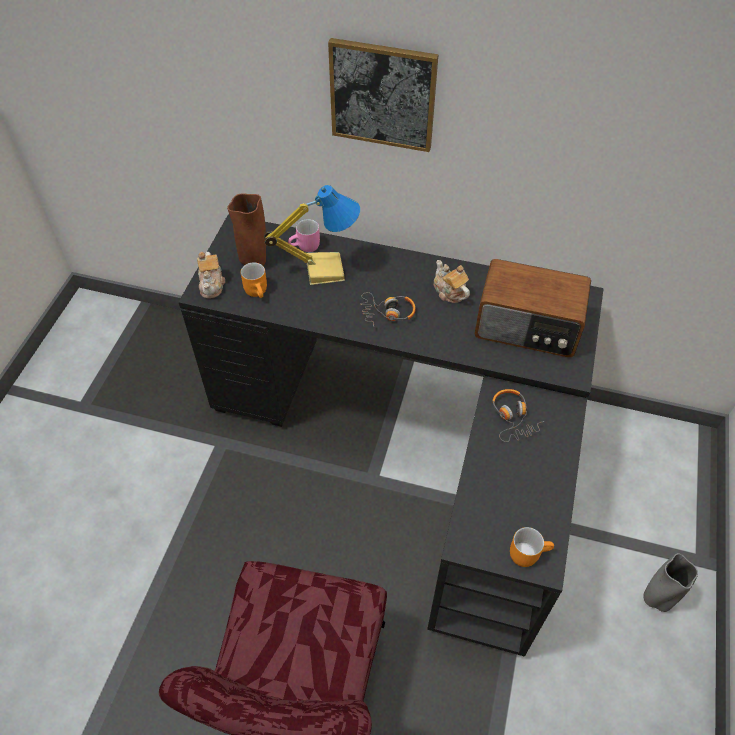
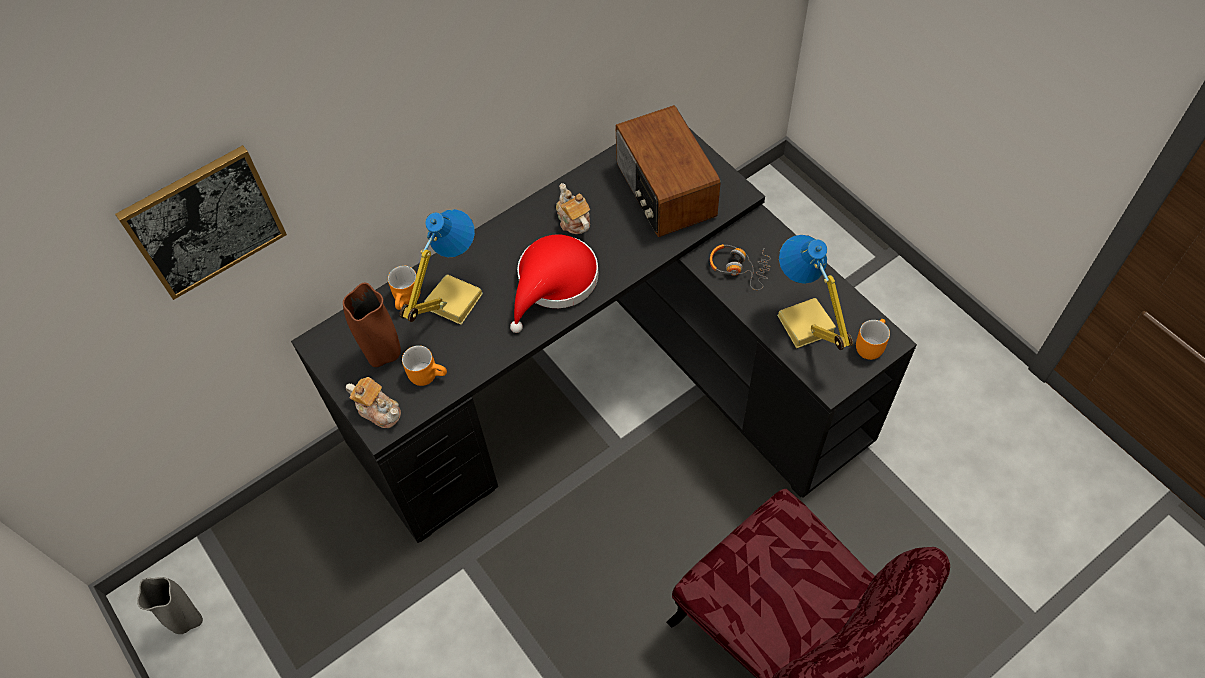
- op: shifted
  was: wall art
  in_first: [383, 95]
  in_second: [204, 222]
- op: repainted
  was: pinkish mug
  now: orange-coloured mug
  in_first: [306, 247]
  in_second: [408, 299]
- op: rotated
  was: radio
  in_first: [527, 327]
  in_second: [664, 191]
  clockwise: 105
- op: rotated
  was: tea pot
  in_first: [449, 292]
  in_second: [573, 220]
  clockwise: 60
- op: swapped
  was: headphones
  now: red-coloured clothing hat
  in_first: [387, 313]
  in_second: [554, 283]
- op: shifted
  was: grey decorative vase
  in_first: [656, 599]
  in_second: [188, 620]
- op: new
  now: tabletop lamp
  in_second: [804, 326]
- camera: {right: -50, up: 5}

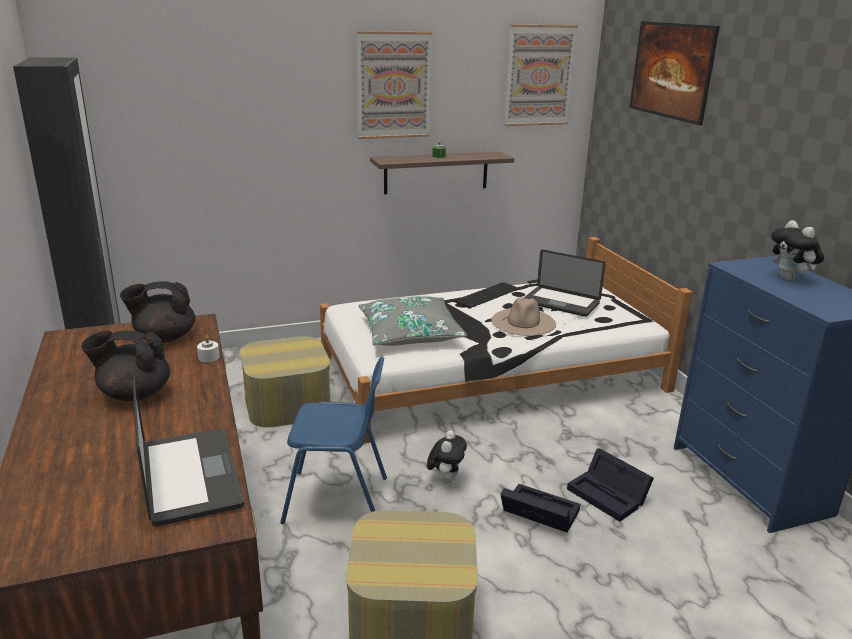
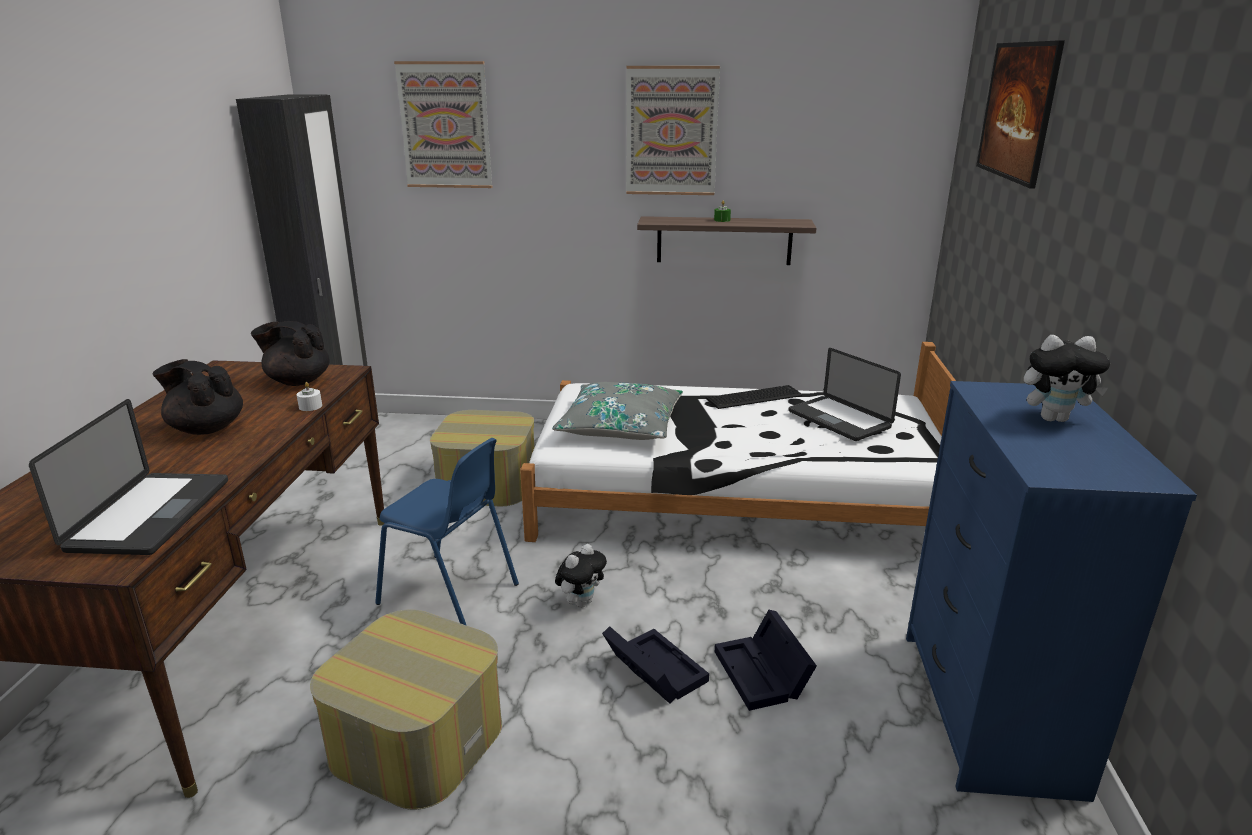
- op: shifted
  was: wall art
  in_first: [539, 76]
  in_second: [445, 125]
- op: rotated
  was: soft toy
  in_first: [790, 278]
  in_second: [1054, 418]
  clockwise: -90
- op: gone
  was: beige clothing hat
  in_first: [523, 322]
- camera: {right: 25, up: 0}

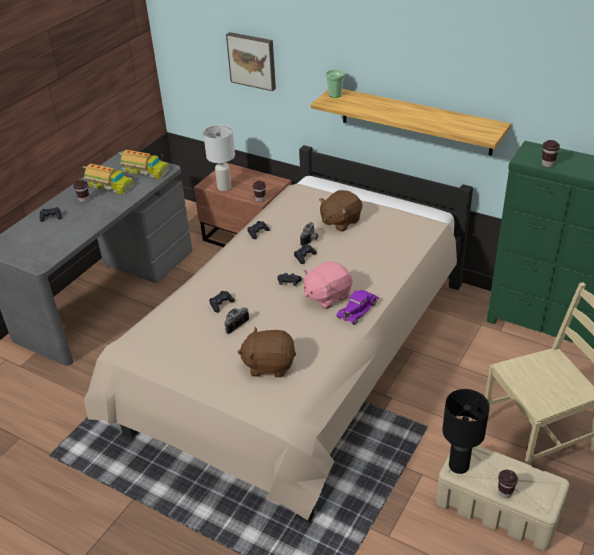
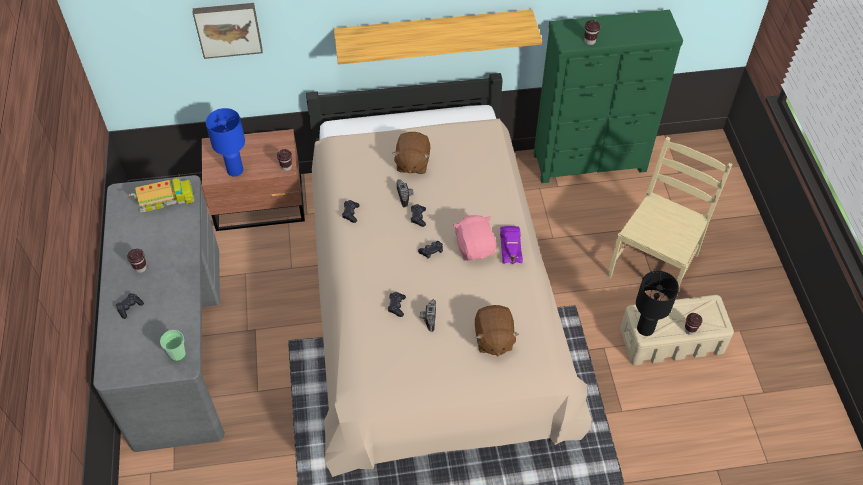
- op: shifted
  was: small cup
  in_first: [335, 95]
  in_second: [177, 354]
- op: repainted
  was: white-coloured tabletop lamp
  now: blue-coloured tabletop lamp
  in_first: [224, 187]
  in_second: [234, 170]
- op: gone
  was: toy truck
  in_first: [108, 186]
- op: rotated
  was: pinkish soft toy
  in_first: [327, 296]
  in_second: [475, 247]
  clockwise: 150
- op: rotated
  was: brown soft toy
  in_first: [269, 365]
  in_second: [493, 339]
  clockwise: -60
- camera: {right: -40, up: 15}

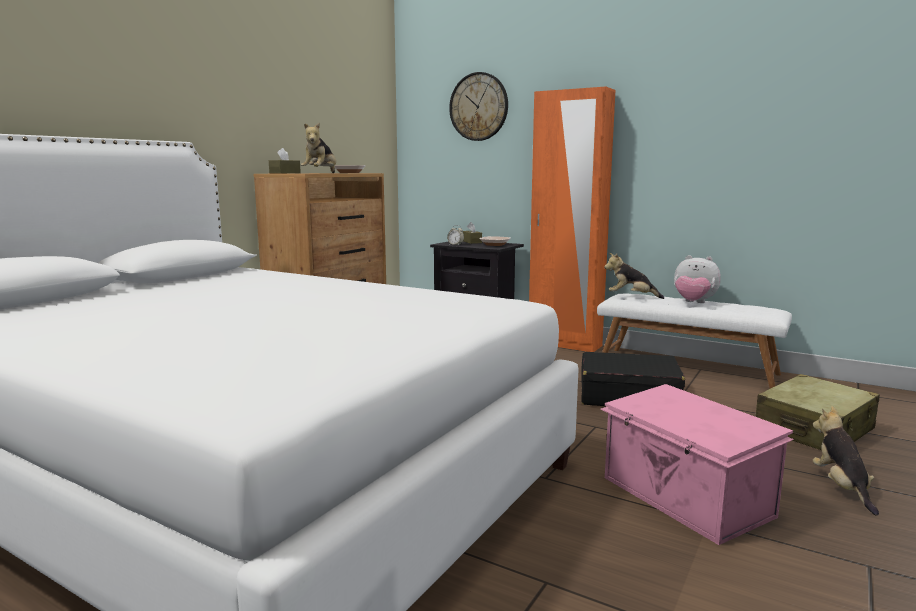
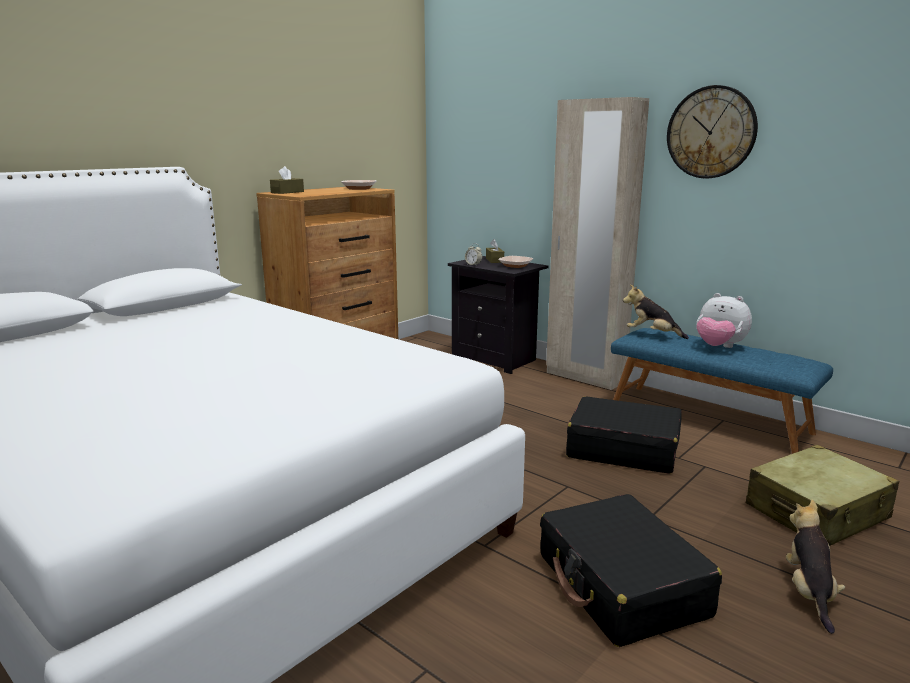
- op: shifted
  was: wall clock
  in_first: [479, 107]
  in_second: [711, 132]
- op: repainted
  was: orange-coloured armoire
  now: beige armoire
  in_first: [564, 344]
  in_second: [584, 377]
- op: gone
  was: soft toy
  in_first: [320, 173]
- op: repainted
  was: white-coloured bench
  now: blue-coloured bench
  in_first: [687, 367]
  in_second: [708, 417]
- op: swapped
  was: pinkish storage container
  now: blackish suitcase
  in_first: [685, 497]
  in_second: [621, 586]
- camera: {right: 10, up: 5}

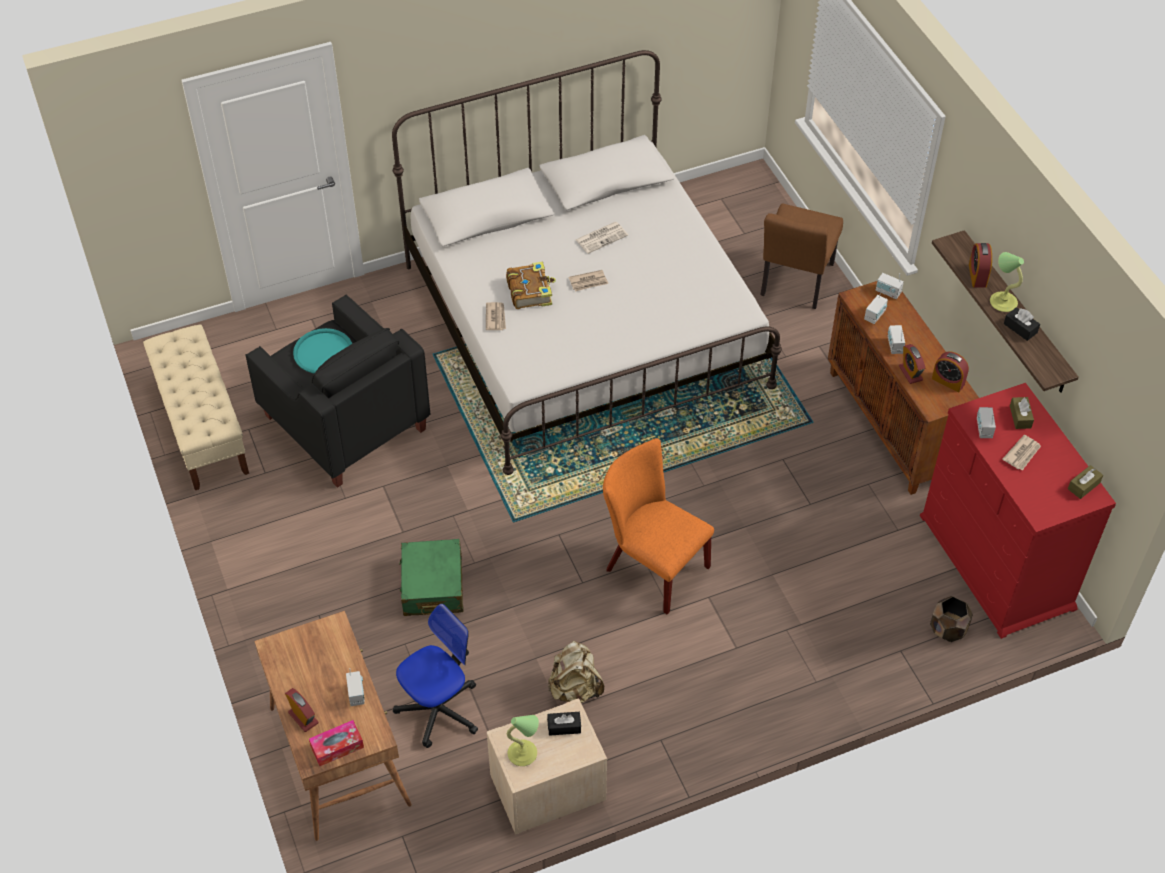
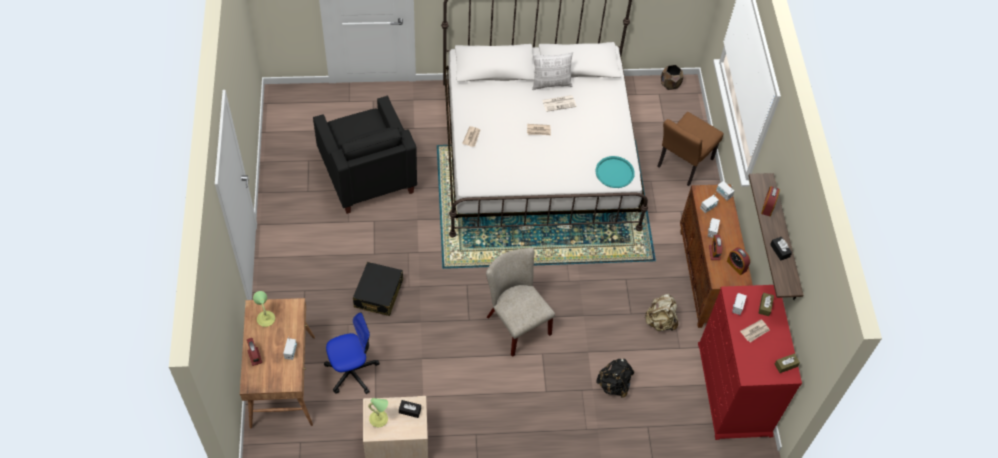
- op: shifted
  was: tabletop lamp
  in_first: [1002, 301]
  in_second: [266, 318]
- op: gone
  was: volume
  in_first: [530, 291]
- op: gone
  was: beige bench
  in_first: [202, 427]
- op: shifted
  was: turquoise-coloured tray
  in_first: [323, 352]
  in_second: [614, 172]
- op: repainted
  was: orange-coloured plain chair
  now: beige plain chair
  in_first: [651, 566]
  in_second: [515, 323]
- op: repainted
  was: green-coloured suitcase
  now: blackish suitcase
  in_first: [432, 586]
  in_second: [378, 294]
- op: shifted
  was: brown plant pot
  in_first: [948, 630]
  in_second: [670, 84]
- op: shifted
  was: beige knapsack
  in_first: [575, 688]
  in_second: [660, 321]
- op: gone
  was: tissue box
  in_first: [337, 747]
- op: new
  now: cushion
  in_second: [551, 84]
- op: new
  now: blackish knapsack
  in_second: [614, 385]
- camera: {right: 15, up: 5}

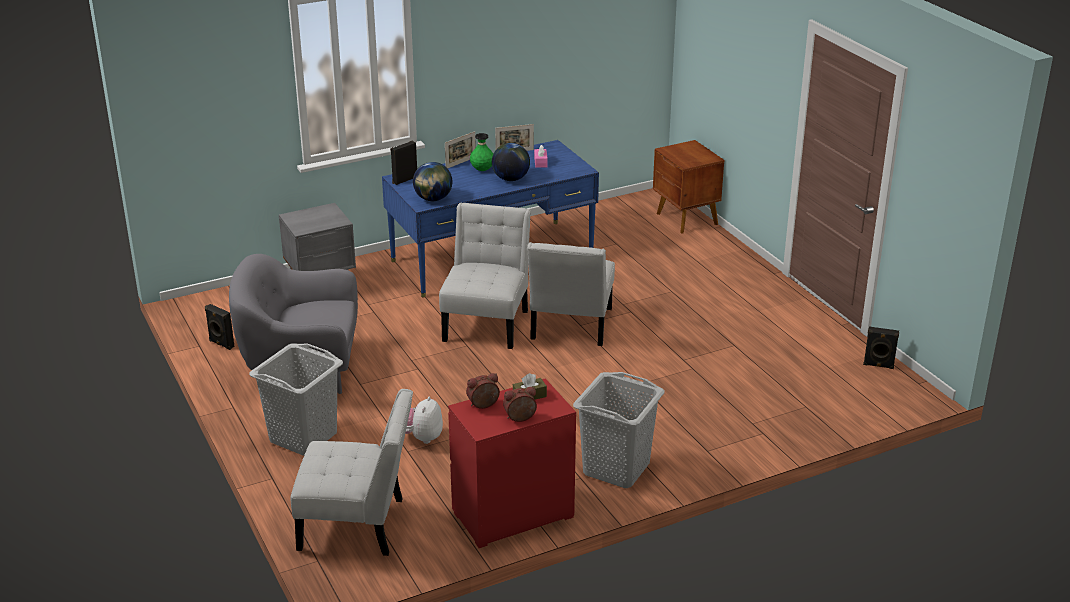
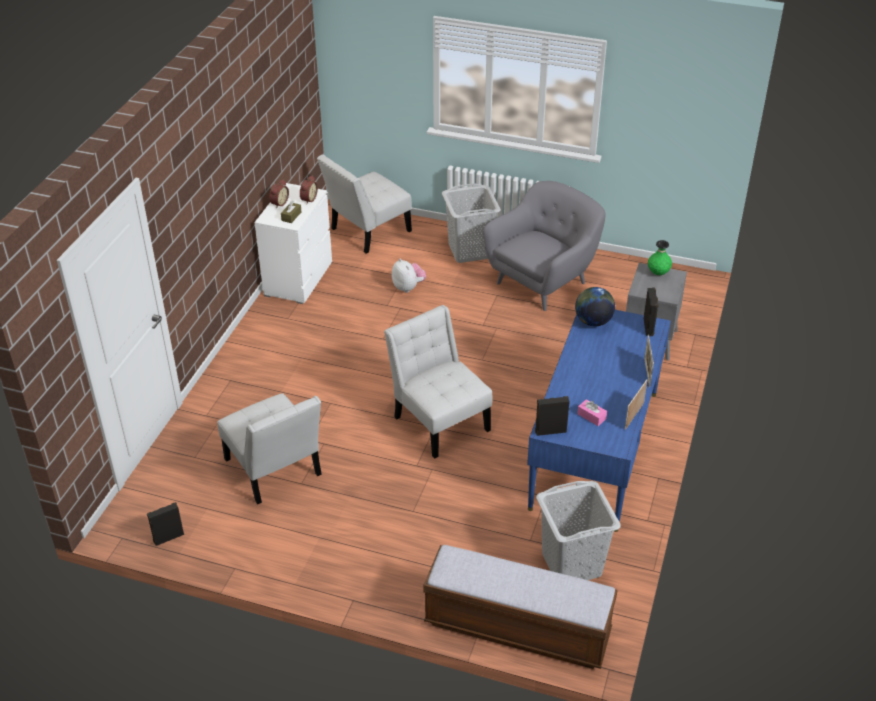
- op: shifted
  was: green-coloured decorative vase
  in_first: [482, 170]
  in_second: [658, 273]
- op: swapped
  was: brown night table
  now: bench
  in_first: [686, 219]
  in_second: [517, 628]
- op: gone
  was: globe
  in_first: [510, 179]
- op: shifted
  was: white-coloured plain chair
  in_first: [487, 323]
  in_second: [275, 471]
- op: shifted
  was: blackish loudspeaker
  in_first: [221, 344]
  in_second: [550, 430]
- op: shifted
  was: grey washing basket
  in_first: [615, 468]
  in_second: [572, 563]
- op: repainted
  was: red-coloured chest of drawers
  now: white-coloured chest of drawers
  in_first: [512, 514]
  in_second: [298, 279]
- camera: {right: 135, up: 10}

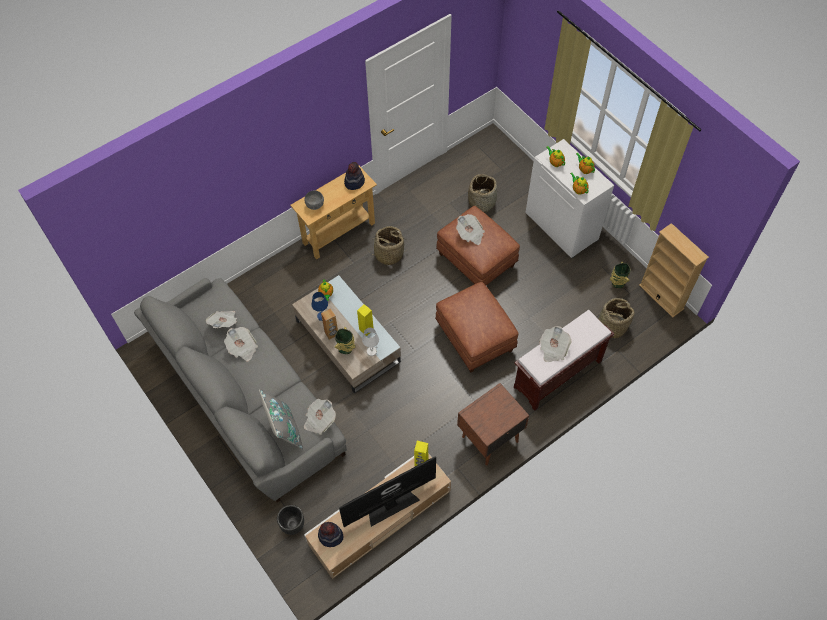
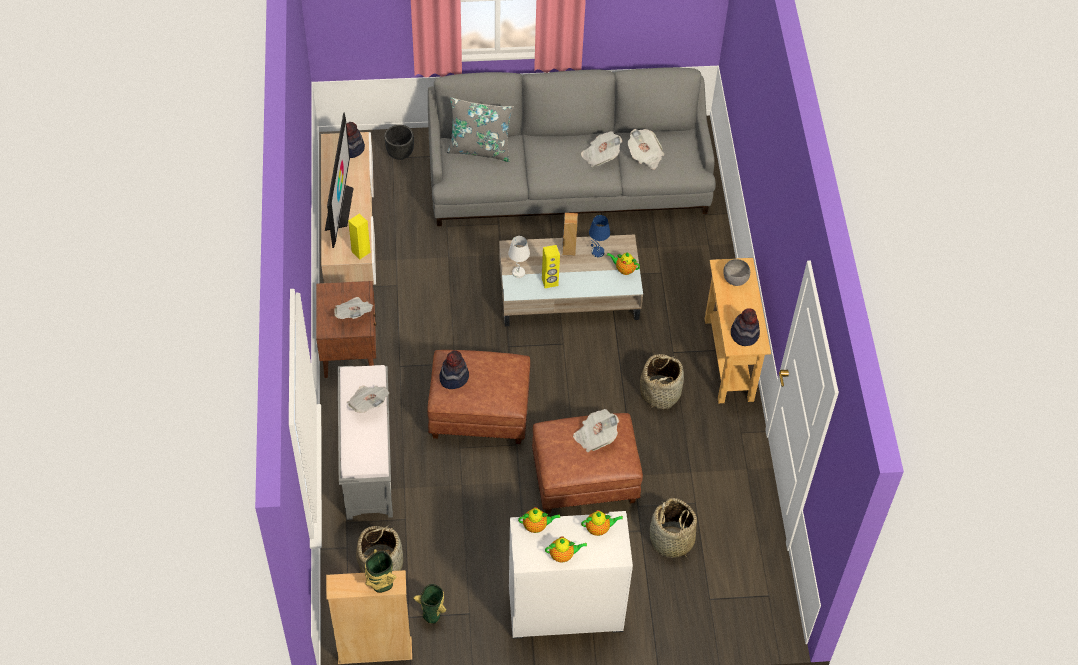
- op: repainted
  was: brown bench
  now: grey bench
  in_first: [557, 375]
  in_second: [367, 463]
- op: shifted
  was: decorative vase
  in_first: [346, 349]
  in_second: [381, 584]
- op: shifted
  was: daily paper
  in_first: [319, 420]
  in_second: [354, 314]
- op: new
  now: clothing hat
  in_second: [453, 377]
- camera: {right: 120, up: -5}

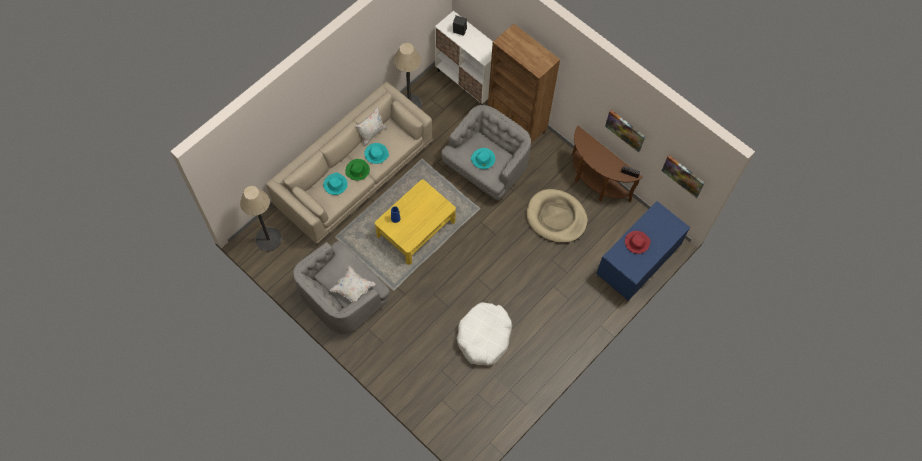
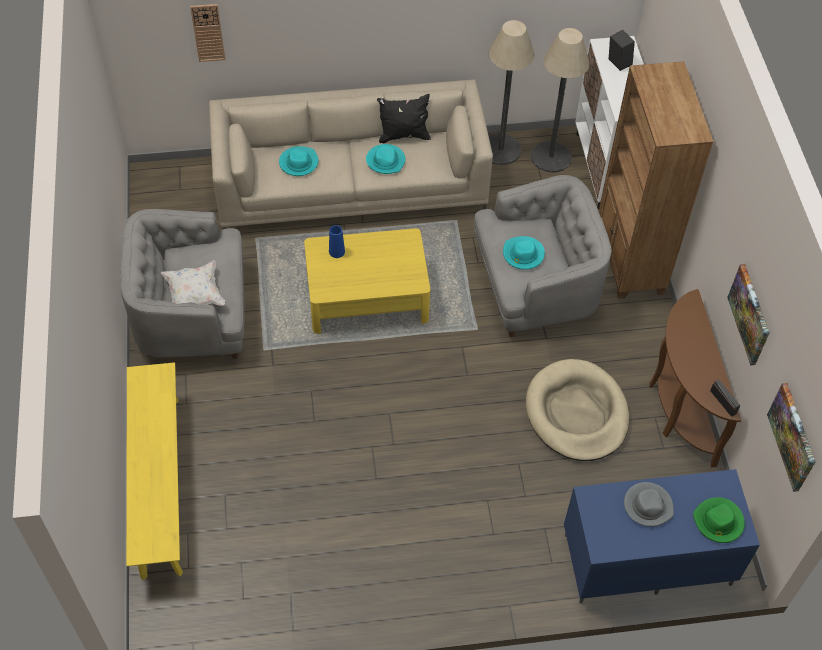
- op: repainted
  was: white-coloured cushion
  now: blackish cushion
  in_first: [372, 134]
  in_second: [403, 135]
- op: shifted
  was: green-coloured clothing hat
  in_first: [357, 170]
  in_second: [718, 522]
- op: shifted
  was: standing lamp
  in_first: [268, 239]
  in_second: [551, 157]
- op: repainted
  was: red-coloured clothing hat
  now: grey clothing hat
  in_first: [636, 242]
  in_second: [648, 505]
- op: gone
  was: white-coloured dog bed
  in_first: [484, 337]
- op: new
  now: wall clock
  in_second: [208, 32]
- op: new
  now: yellow-coloured bench
  in_second: [160, 485]
- camera: {right: 40, up: -10}

